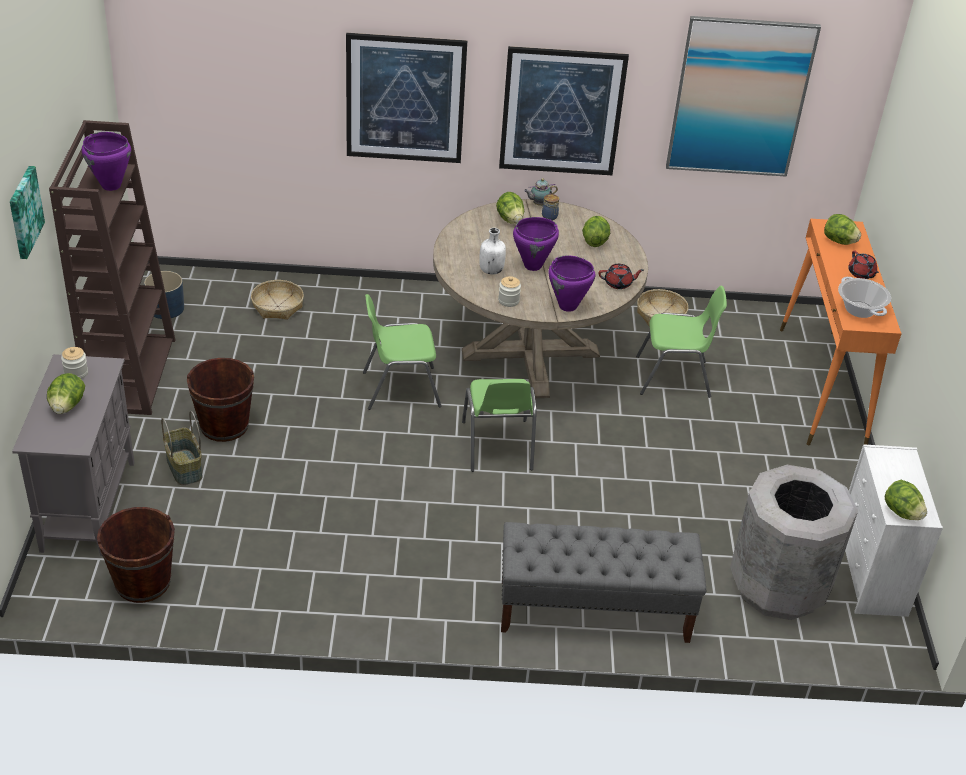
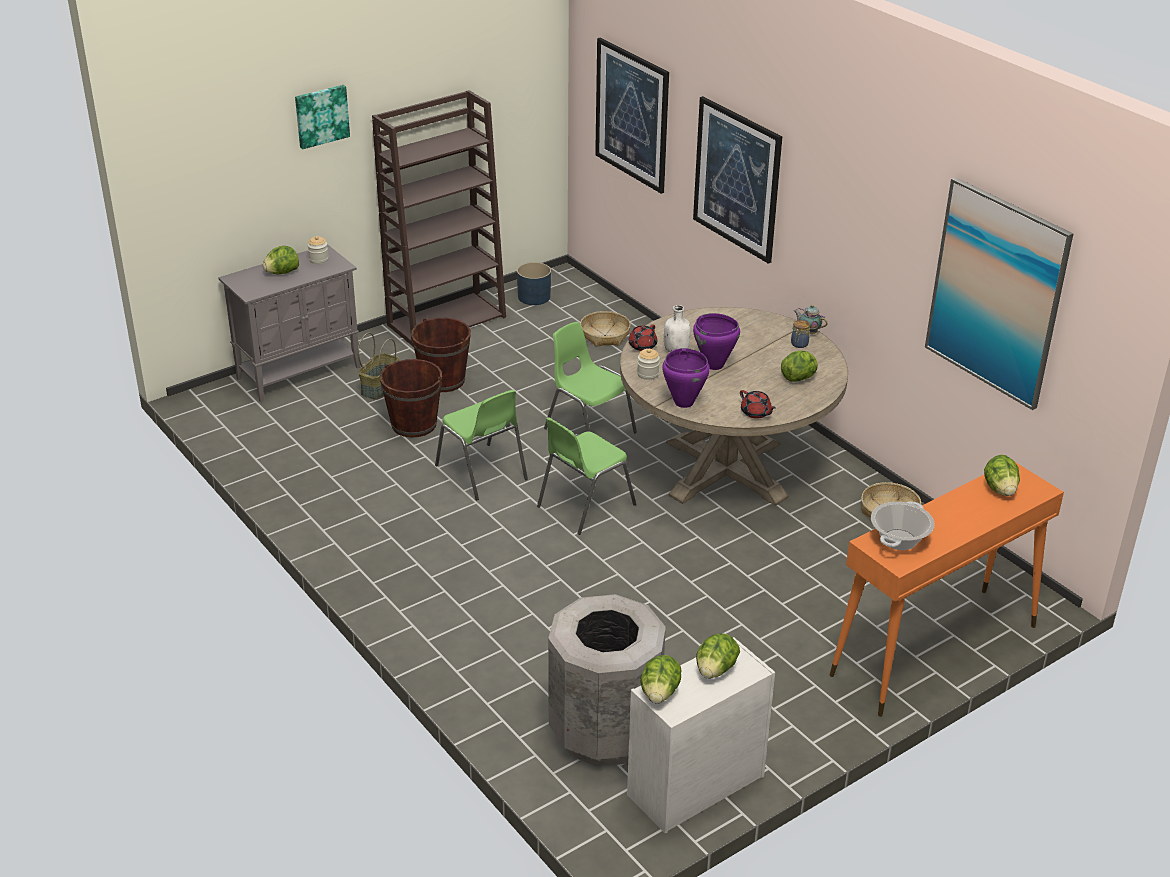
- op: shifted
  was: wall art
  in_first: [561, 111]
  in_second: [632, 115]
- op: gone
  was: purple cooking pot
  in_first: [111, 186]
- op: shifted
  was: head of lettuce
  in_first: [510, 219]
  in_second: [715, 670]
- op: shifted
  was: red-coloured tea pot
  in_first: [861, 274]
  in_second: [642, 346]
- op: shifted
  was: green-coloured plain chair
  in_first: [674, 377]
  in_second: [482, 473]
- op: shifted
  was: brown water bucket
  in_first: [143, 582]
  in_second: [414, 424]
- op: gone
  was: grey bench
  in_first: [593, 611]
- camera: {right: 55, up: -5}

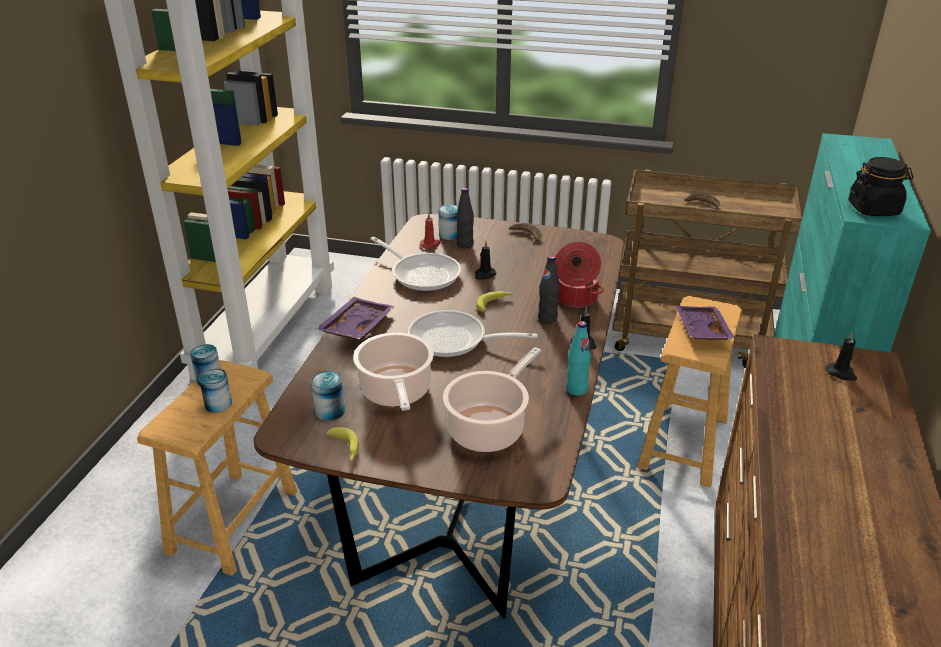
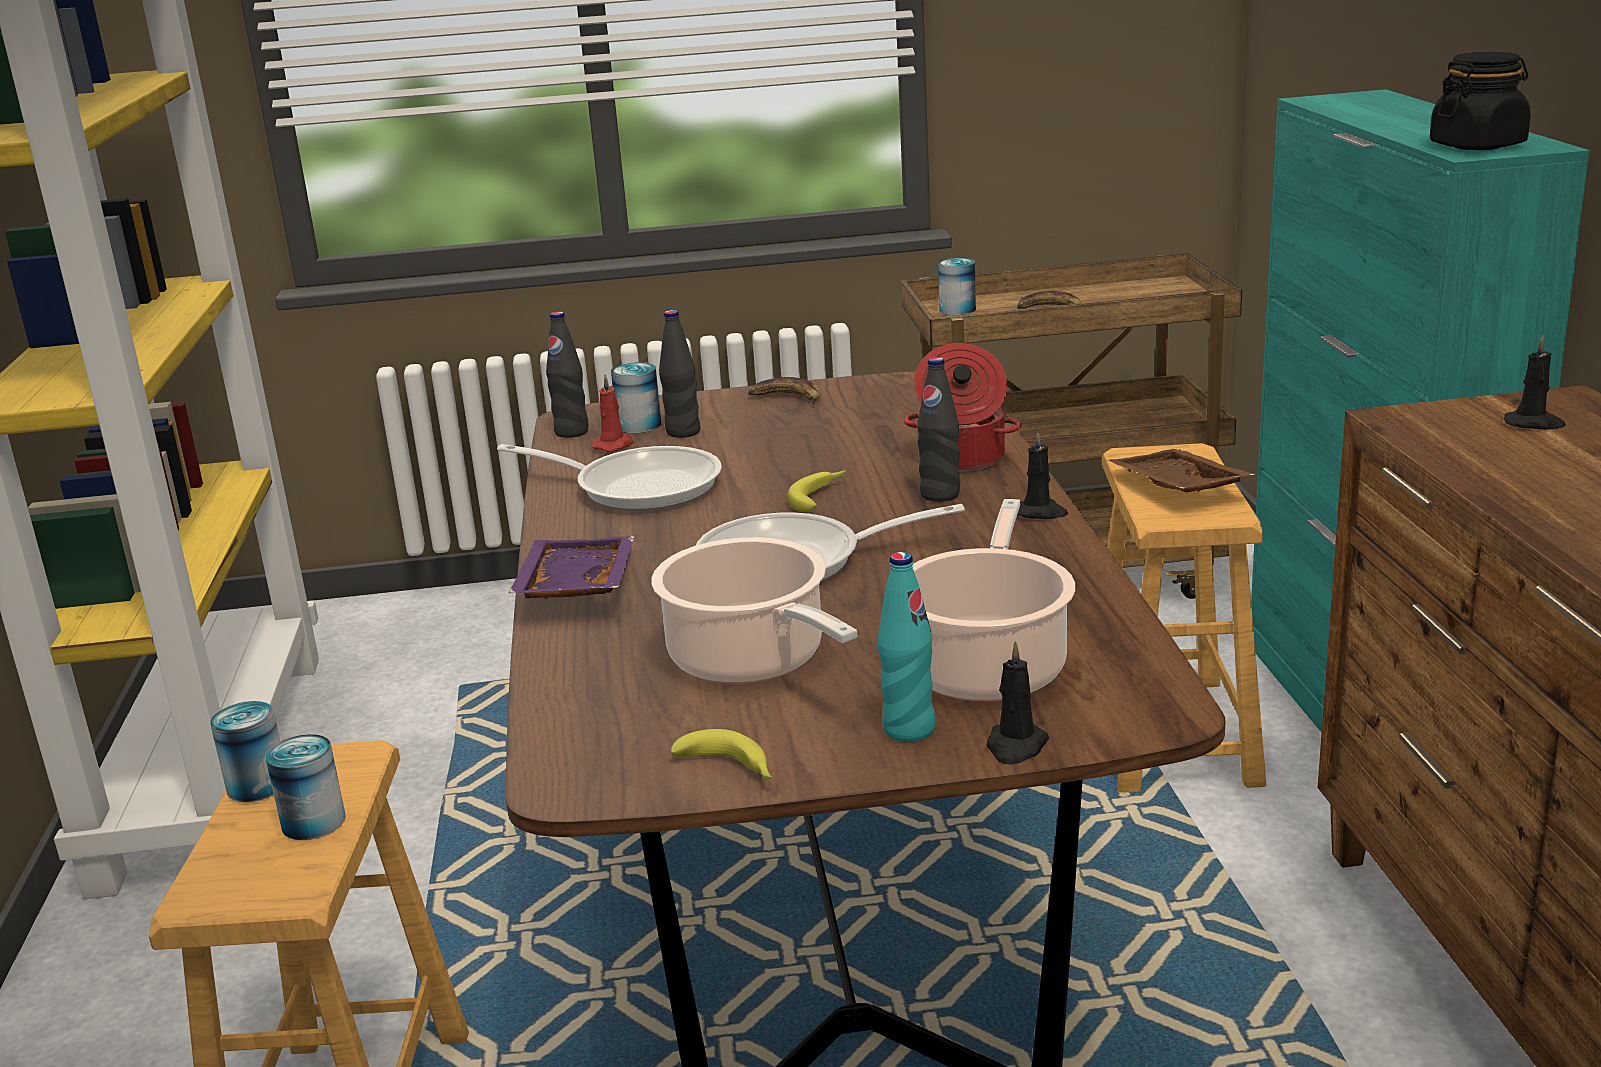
- op: shifted
  was: blackish candle
  in_first: [484, 275]
  in_second: [1015, 746]
- op: repainted
  was: purple tray
  now: brown tray
  in_first: [700, 331]
  in_second: [1175, 488]
- op: shifted
  was: turquoise-coloured bottle
  in_first: [576, 389]
  in_second: [908, 729]
- op: shifted
  was: sealed can
  in_first: [330, 411]
  in_second: [957, 310]
- op: new
  now: blackish bottle
  in_second: [571, 432]
- camera: {right: -20, up: -10}

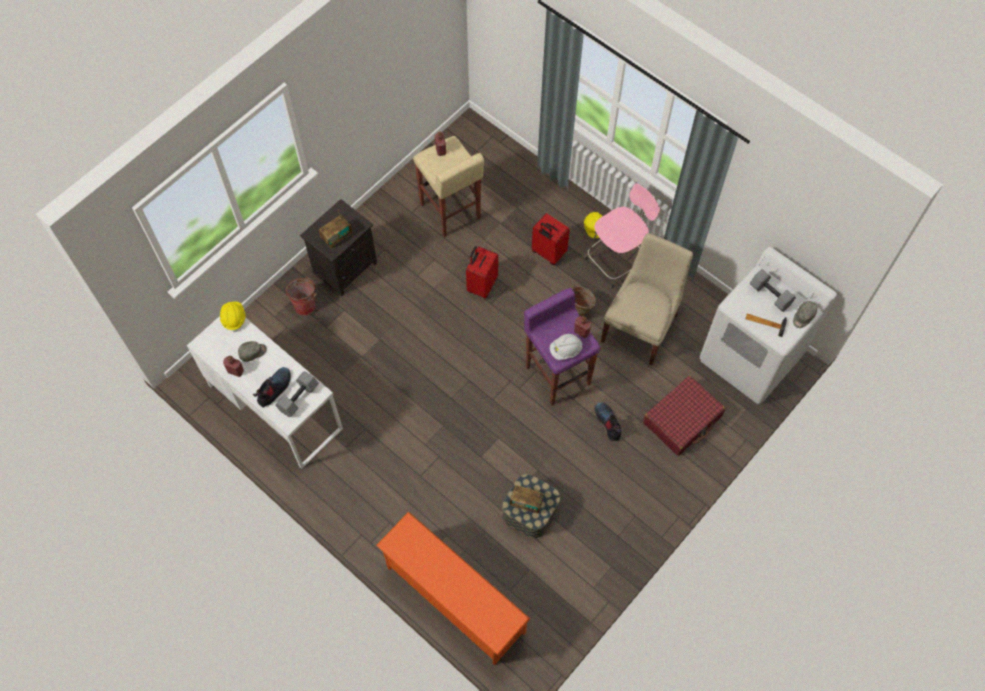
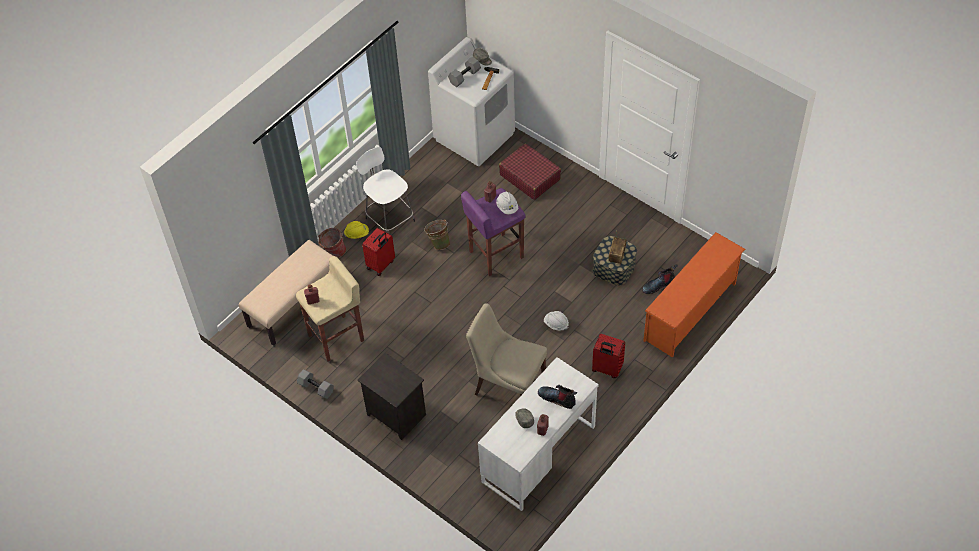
- op: repainted
  was: pinkish stool seat
  now: white-coloured stool seat
  in_first: [617, 261]
  in_second: [389, 218]
- op: gone
  was: radio
  in_first: [336, 237]
- op: shifted
  was: beige plain chair
  in_first: [641, 325]
  in_second: [507, 384]
- op: shifted
  was: red-coloured suitcase
  in_first: [481, 285]
  in_second: [606, 369]
- op: shifted
  was: water bucket
  in_first: [306, 304]
  in_second: [333, 252]
- op: gone
  was: yellow-coloured safety helmet
  in_first: [233, 318]
- op: shifted
  was: grey hand weight
  in_first: [298, 397]
  in_second: [315, 388]
- op: shifted
  was: boot
  in_first: [608, 423]
  in_second: [658, 285]
- op: new
  now: beige bench
  in_second: [294, 304]
- op: new
  now: white-coloured safety helmet
  in_second: [556, 324]
- camera: {right: -90, up: -10}

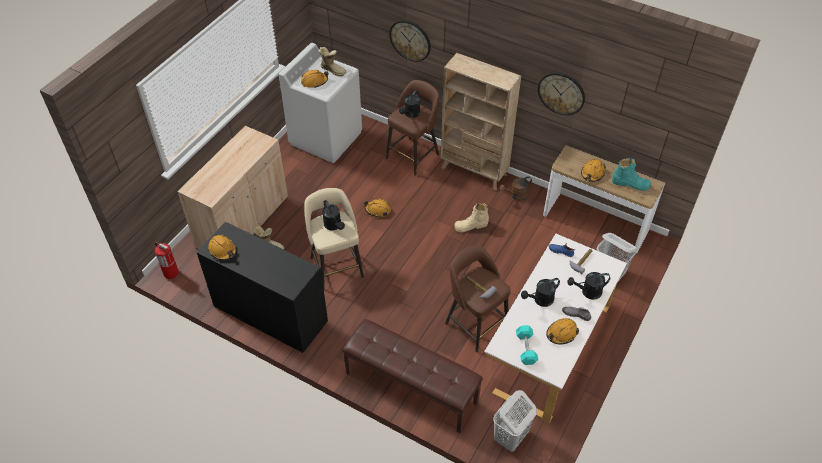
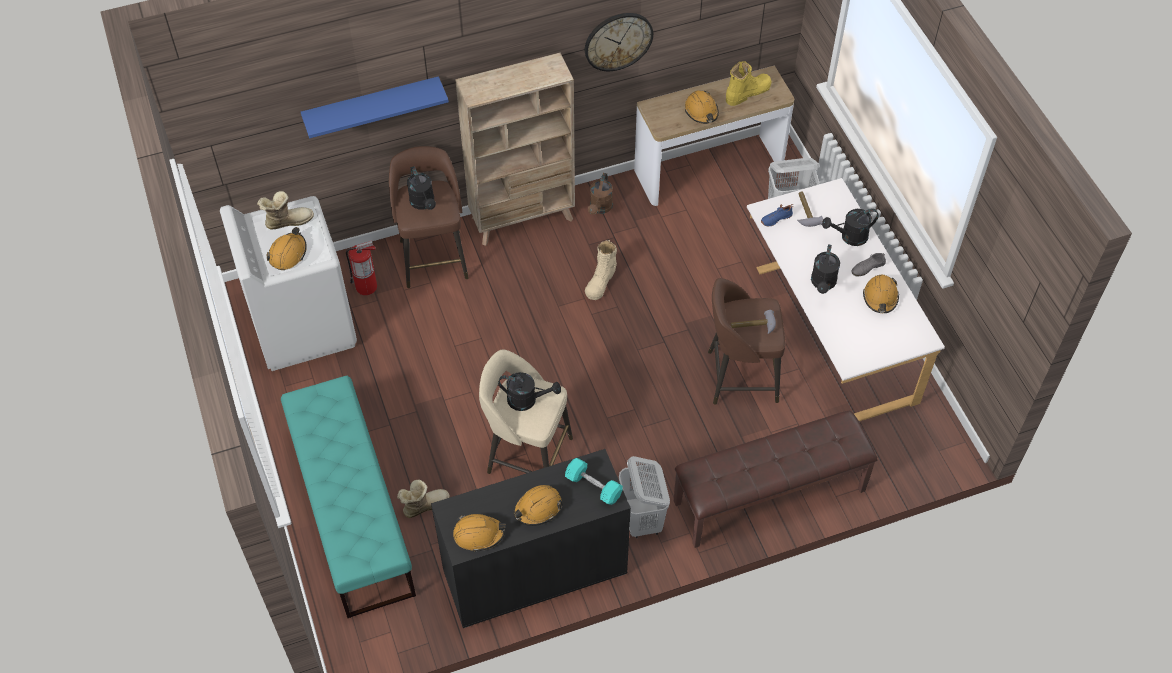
- op: swapped
  was: wall clock
  now: blue-coloured shelf
  in_first: [410, 40]
  in_second: [372, 106]
- op: swapped
  was: beige storage cabinet
  now: turquoise-coloured bench
  in_first: [243, 222]
  in_second: [352, 510]
- op: repainted
  was: turquoise-coloured boot
  now: yellow-coloured boot
  in_first: [630, 183]
  in_second: [747, 92]
- op: shifted
  was: orange-coloured safety helmet
  in_first: [378, 210]
  in_second: [538, 508]
- op: shifted
  was: fire-fighting cylinder
  in_first: [171, 273]
  in_second: [366, 286]
- op: rotated
  was: blackish watering can
  in_first: [588, 292]
  in_second: [849, 237]
  clockwise: 45
- op: shifted
  was: turquoise-coloured hand weight
  in_first: [526, 348]
  in_second: [593, 486]
- op: shifted
  was: white-coloured washing basket
  in_first: [510, 437]
  in_second: [642, 520]
- camera: {right: -50, up: 5}

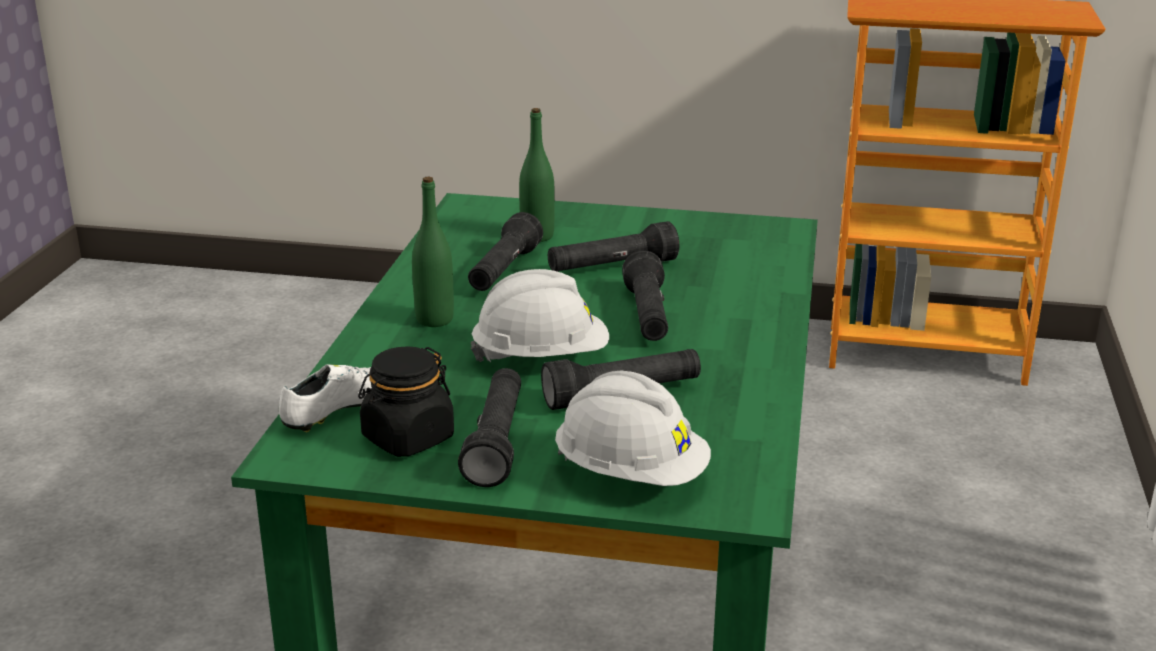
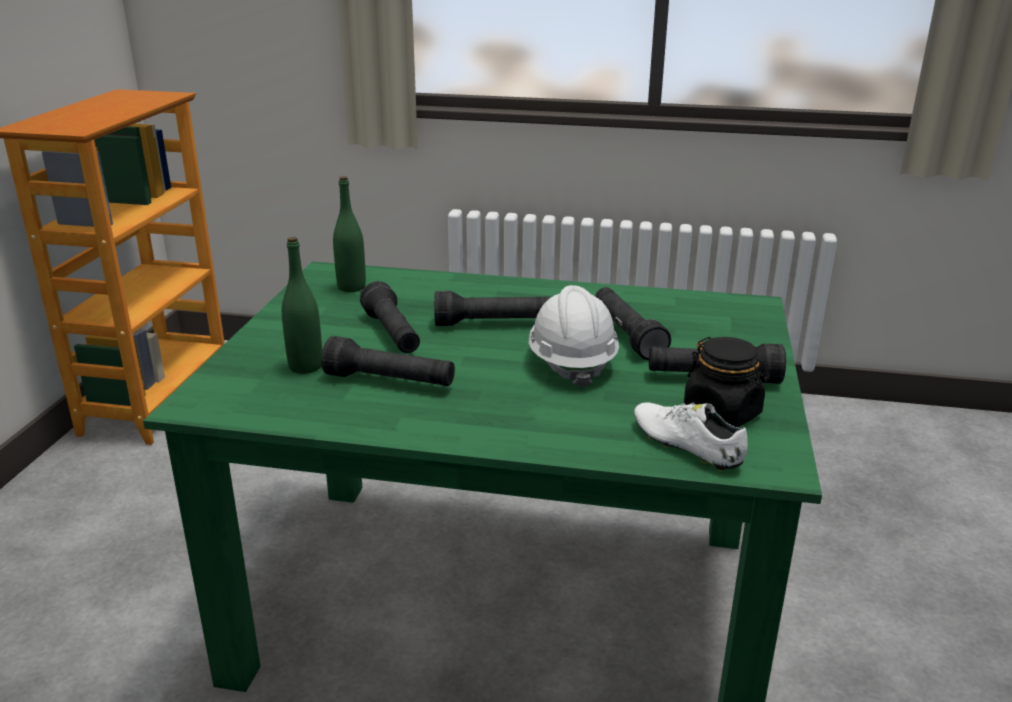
- op: shifted
  was: green-coloured bottle
  in_first: [434, 320]
  in_second: [351, 287]
- op: gone
  was: white-coloured safety helmet
  in_first: [631, 474]
- camera: {right: -90, up: 0}

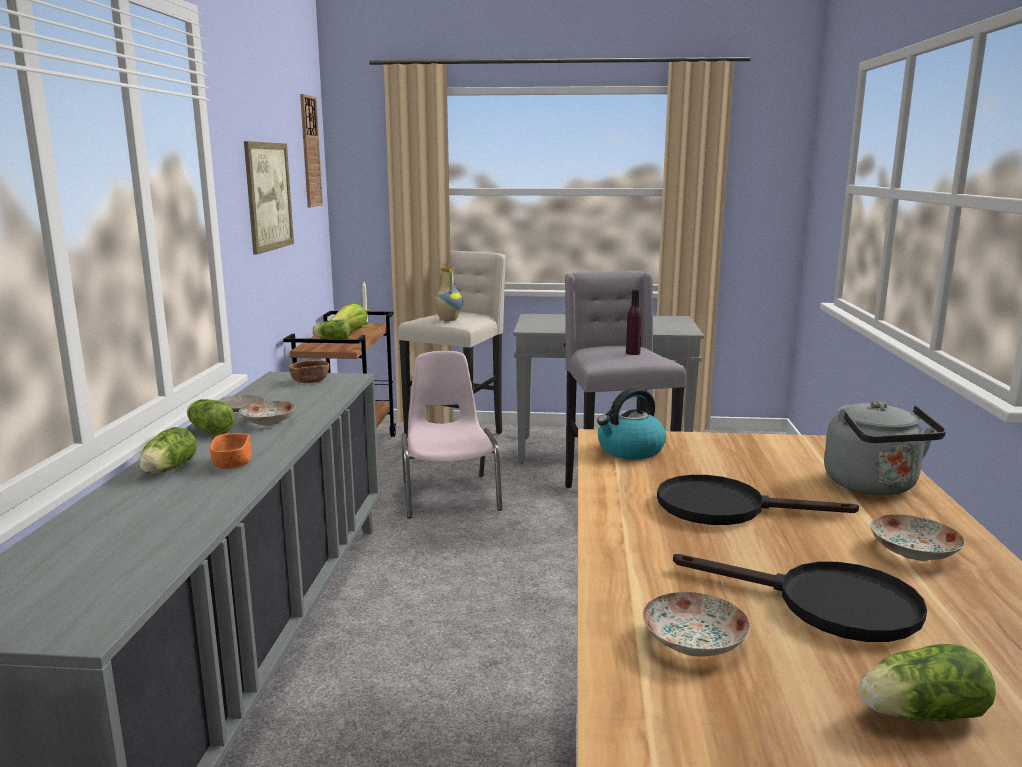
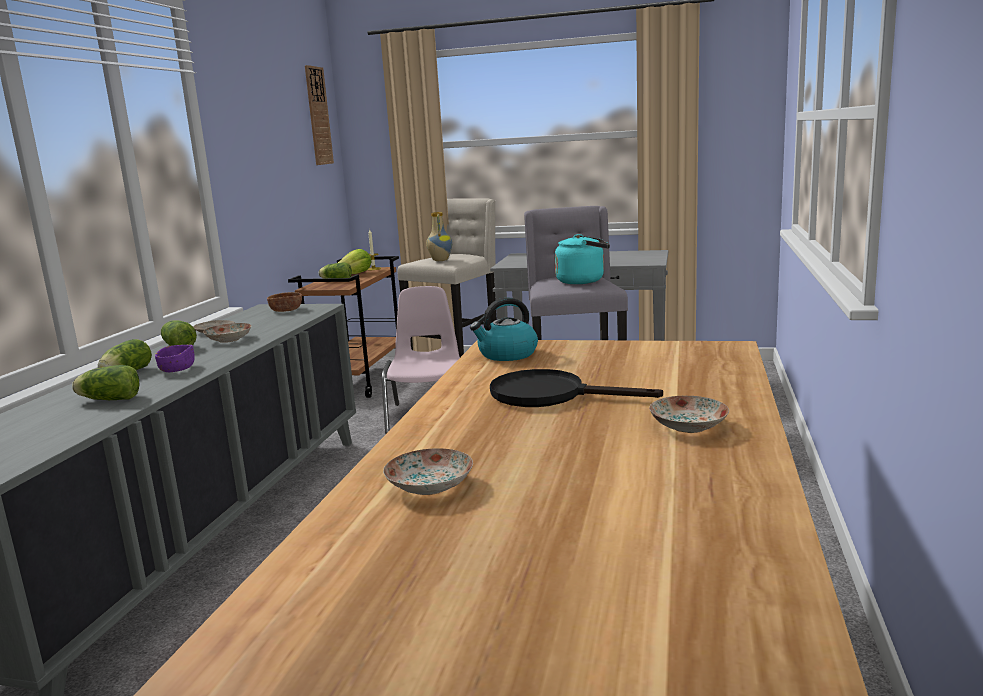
- op: gone
  was: wall art
  in_first: [269, 196]
- op: swapped
  was: purple bottle
  now: turquoise-coloured tea kettle
  in_first: [633, 353]
  in_second: [583, 281]
- op: gone
  was: grey tea kettle
  in_first: [874, 486]
- op: repainted
  was: orange-coloured deep dish
  now: purple deep dish
  in_first: [232, 464]
  in_second: [177, 369]
- op: gone
  was: blackish frying pan
  in_first: [827, 605]
- op: shifted
  was: head of lettuce
  in_first: [917, 714]
  in_second: [108, 399]
- camera: {right: 10, up: 0}

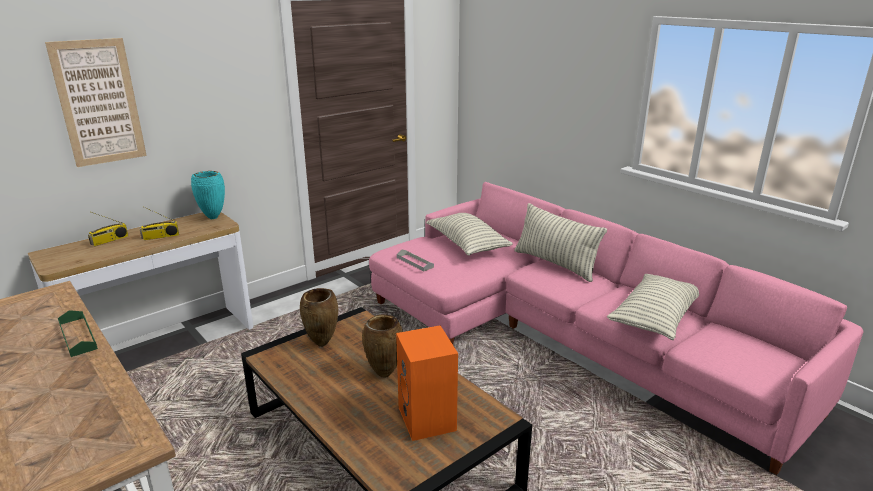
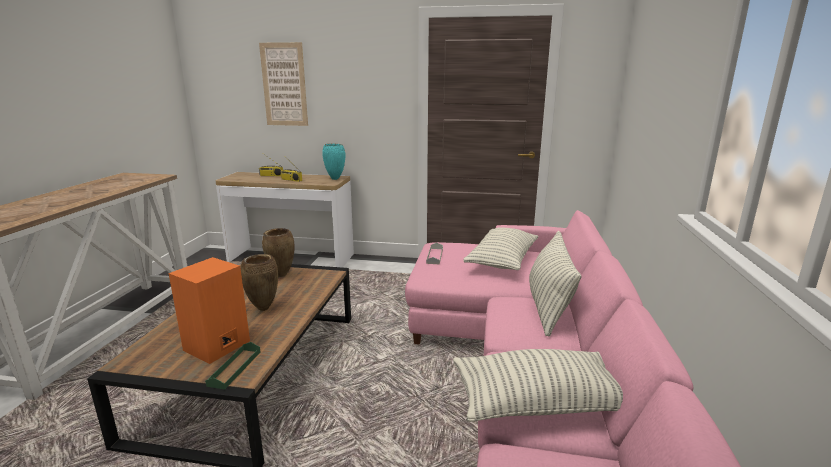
- op: shifted
  was: green-coloured tray
  in_first: [78, 336]
  in_second: [234, 368]
- camera: {right: 50, up: -5}

